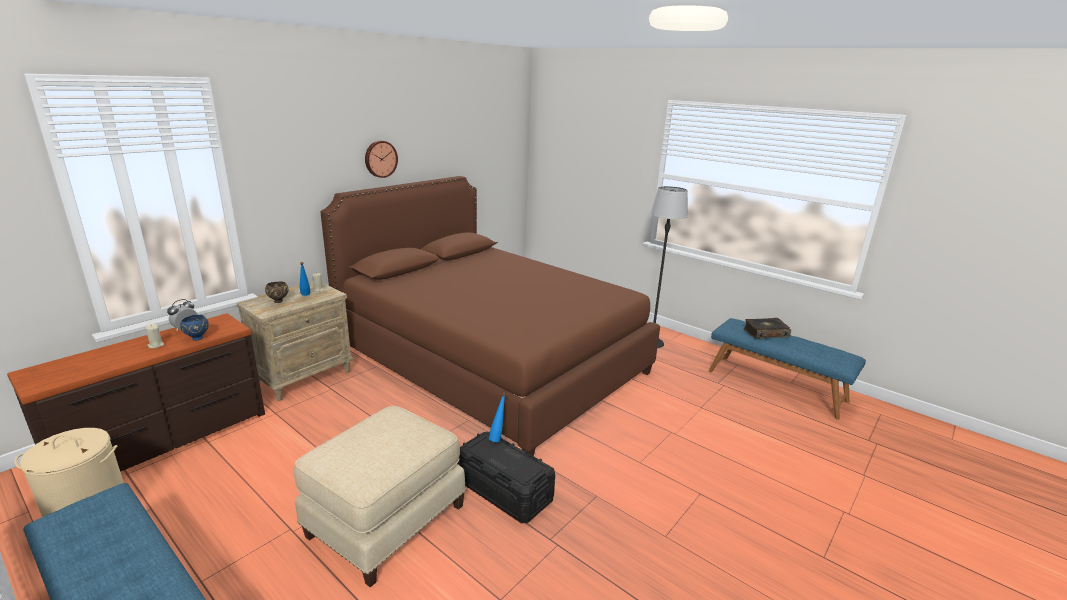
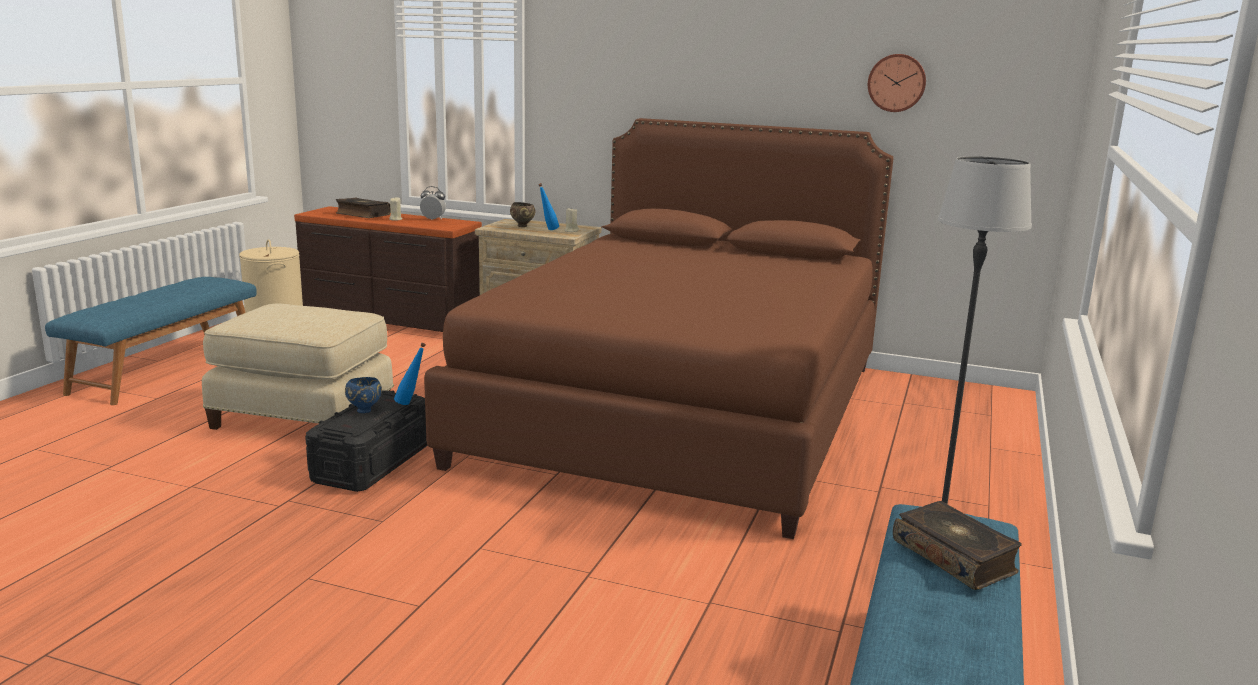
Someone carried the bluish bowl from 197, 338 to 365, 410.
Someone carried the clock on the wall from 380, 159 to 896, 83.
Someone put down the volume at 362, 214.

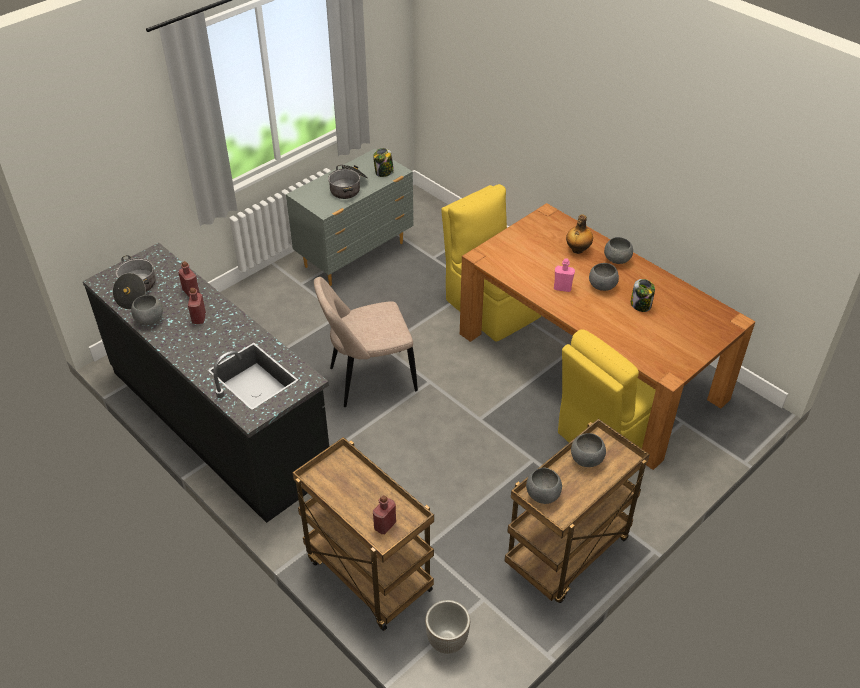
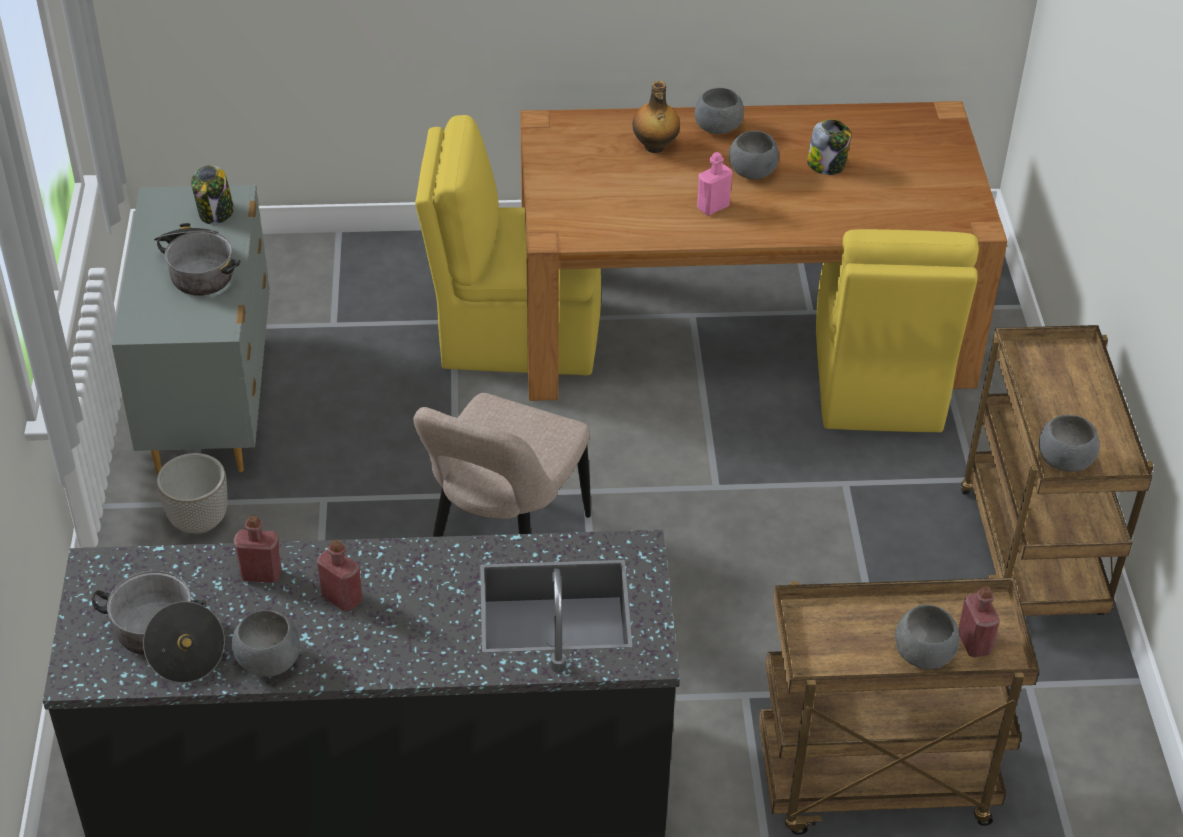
Someone carried the planter from 447, 641 to 199, 521.
Someone carried the greyish bowl from 586, 459 to 922, 655.

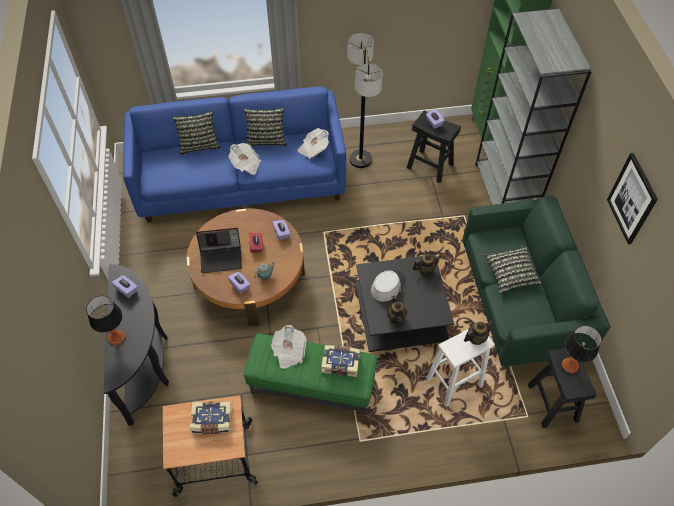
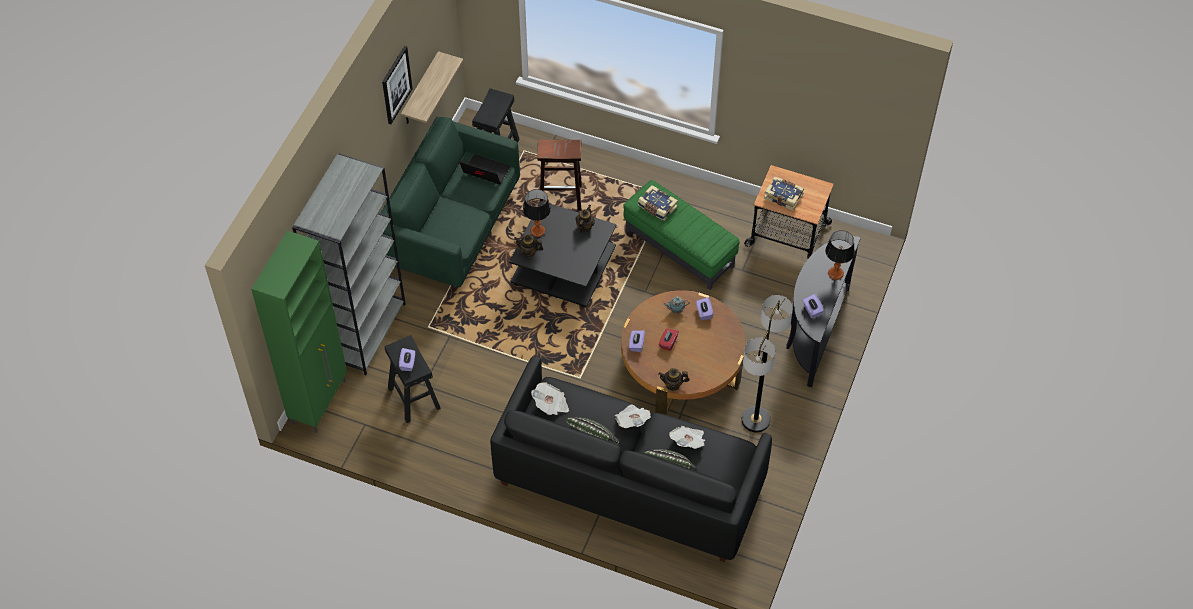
Someone repainted the bluish settee at 241, 181, which became the black settee at 629, 481.
Someone carried the laptop from 221, 257 to 484, 172.
Someone carried the daily paper from 289, 352 to 688, 442.
Someone carried the standard lamp from 360, 159 to 755, 420.
Someone took away the greyish clothing hat at 388, 286.
Someone repainted the white stool at 453, 382, which became the brown stool at 561, 197.
Someone carried the pot for tea from 475, 338 to 673, 385.
Someone took away the cushion at 510, 274.
Someone carried the tabletop lamp from 570, 365 to 537, 231.
Someone put up the shelf at 420, 90.

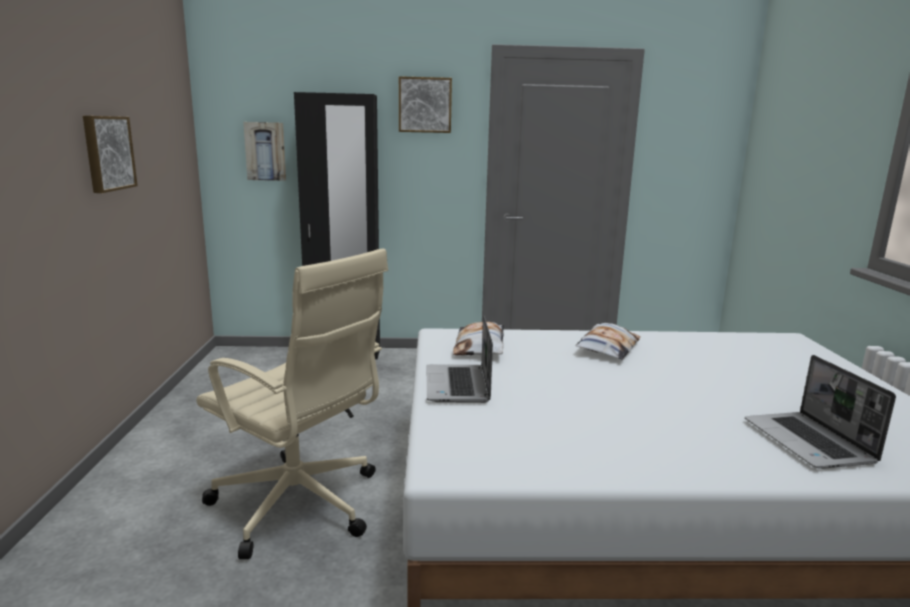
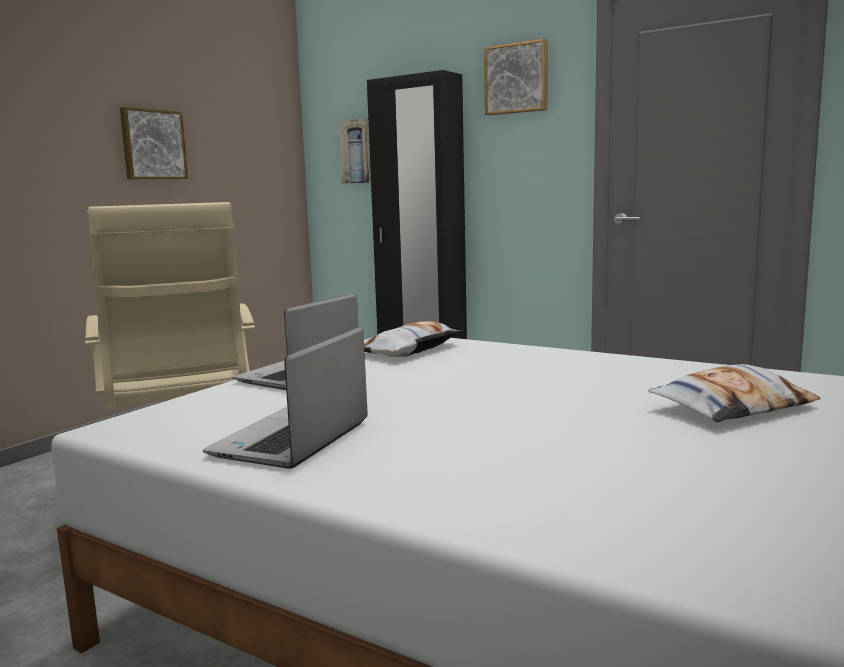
Someone carried the cushion from 607, 347 to 732, 407.
Someone carried the laptop from 809, 442 to 292, 440.

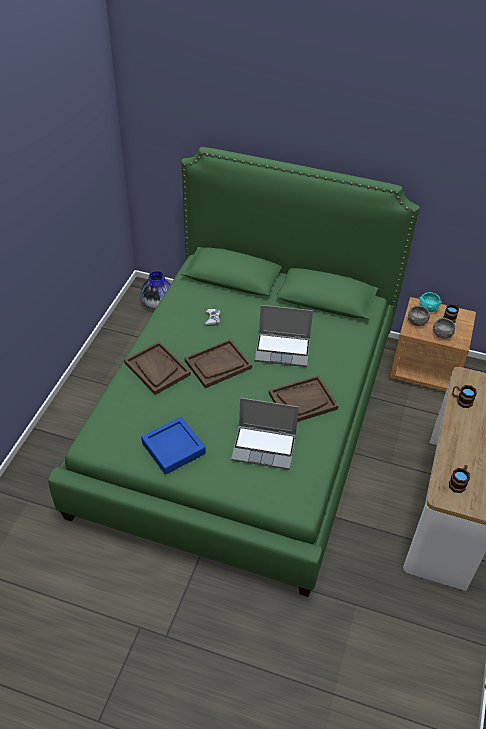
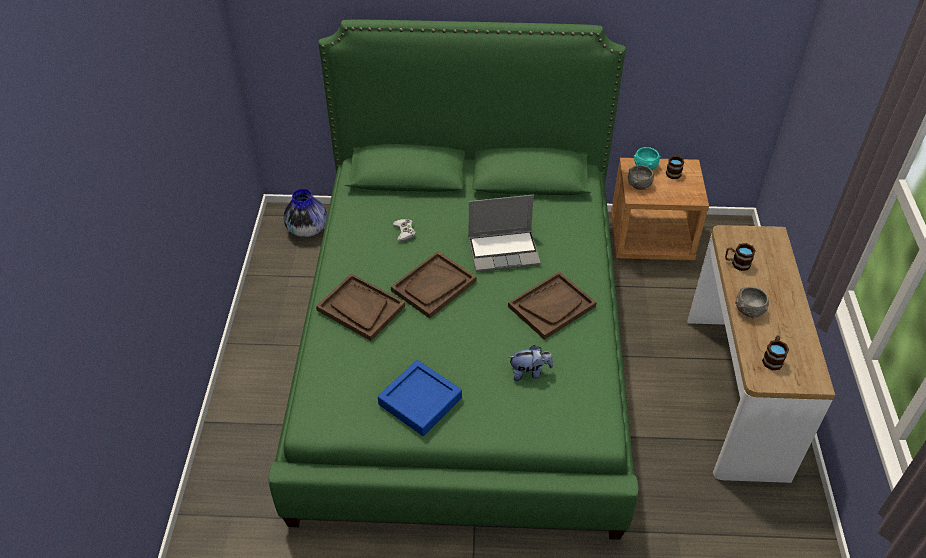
Someone swapped the laptop at 265, 447 for the cuddly toy at 529, 372.
Someone carried the greyish bowl from 442, 334 to 749, 310.

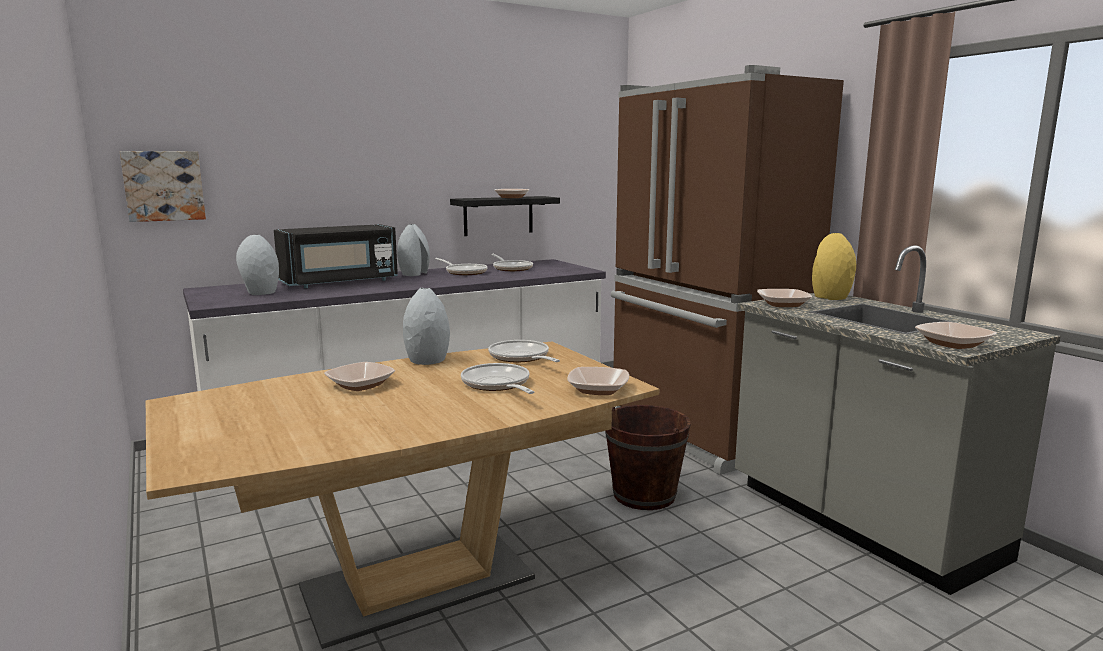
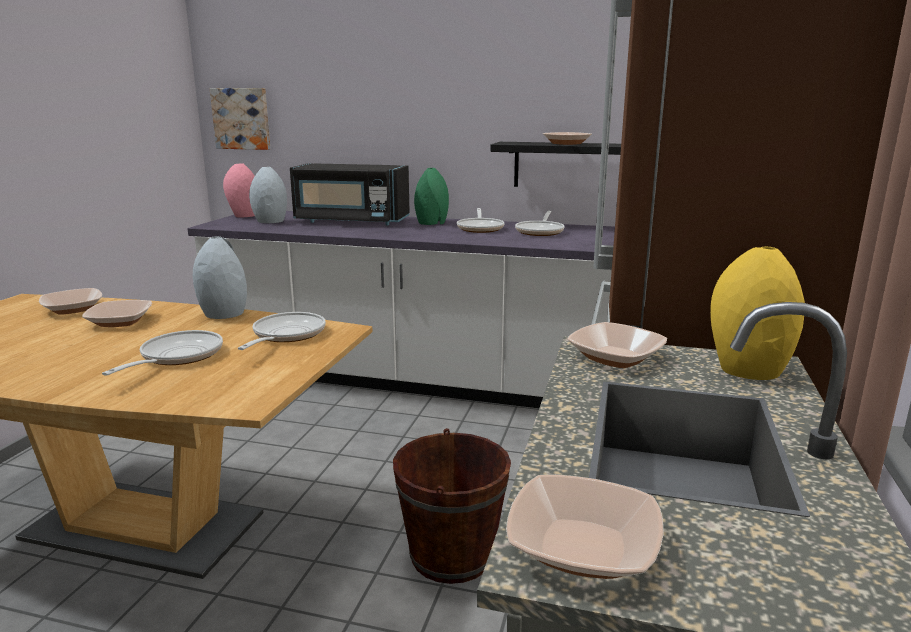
Someone repainted the greyish decorative vase at 415, 274, which became the green-coloured decorative vase at 432, 223.
Someone carried the bowl from 598, 389 to 73, 309.
Someone put down the pink decorative vase at 245, 216.

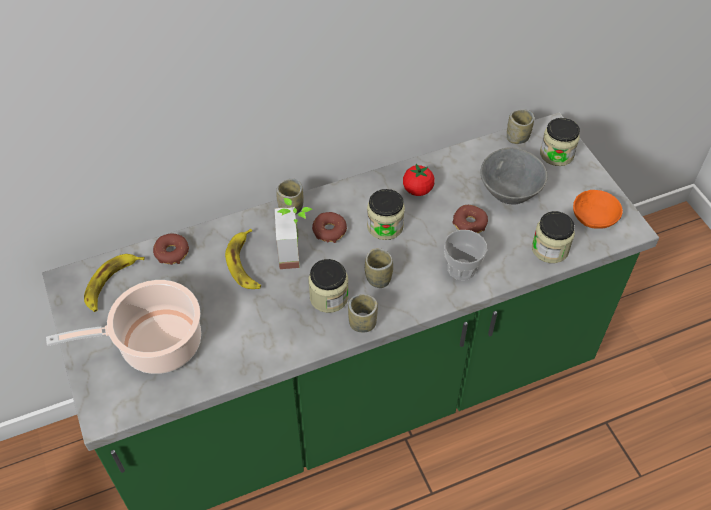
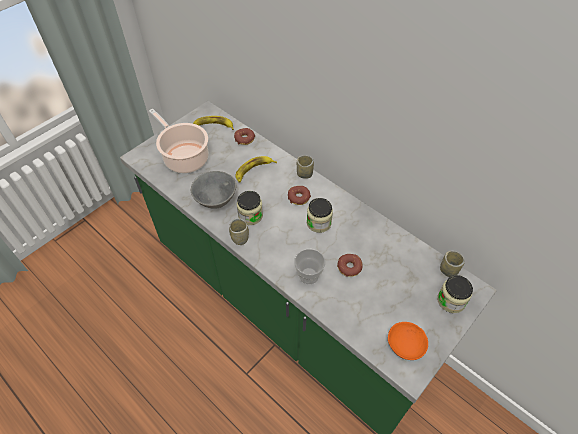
Someone took away the houseplant at 297, 252.
Someone took away the drinking cup at 378, 278.
Someone took away the whole tomato at 417, 190.
Someone carried the greyish bowl from 507, 193 to 215, 200.
Someone took away the storage jar at 550, 249.

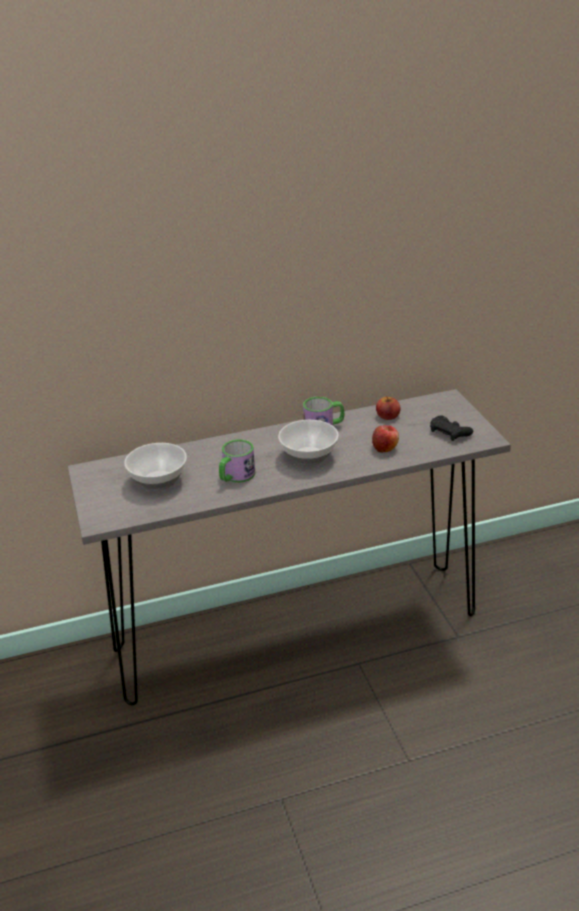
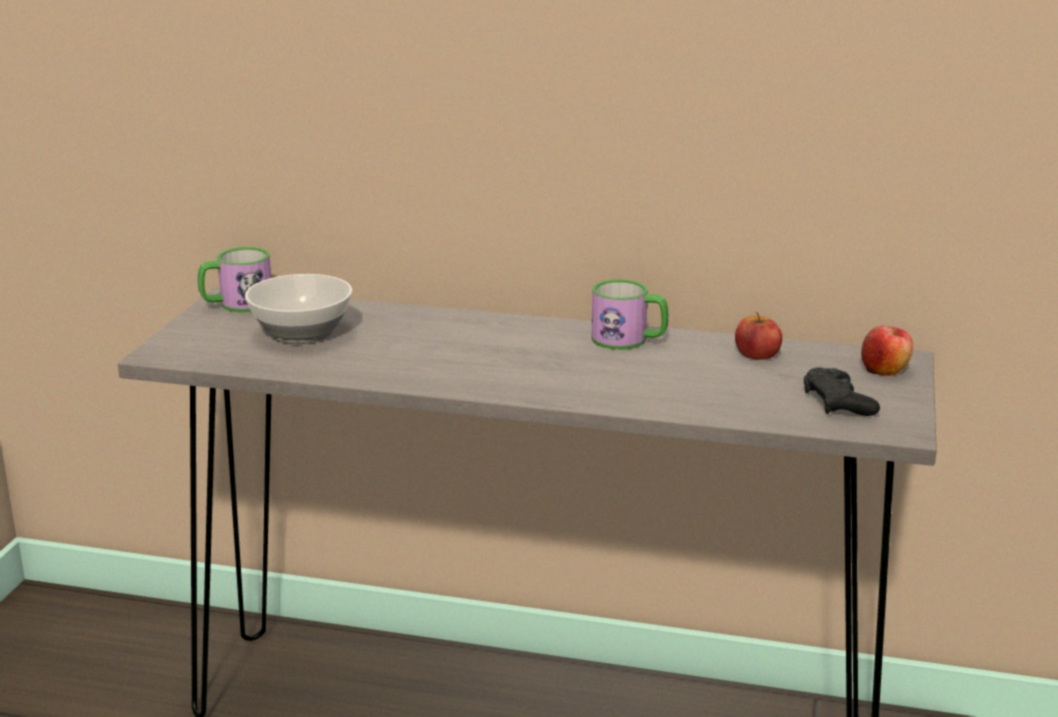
Someone carried the coffee mug from 235, 476 to 237, 304.
Someone took away the bowl at 307, 456.
Someone carried the apple from 385, 448 to 885, 370.

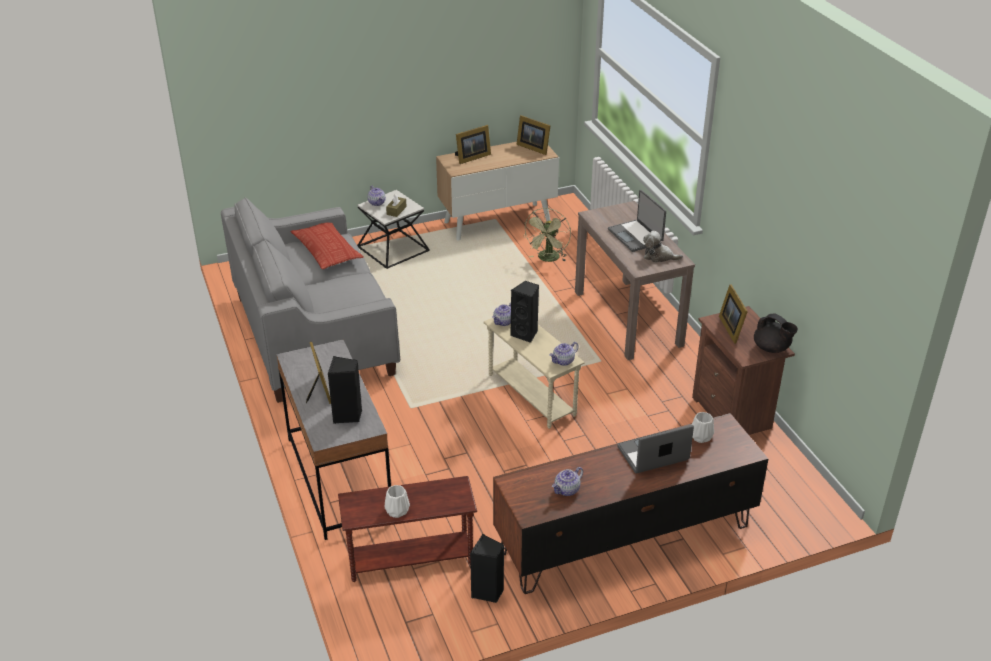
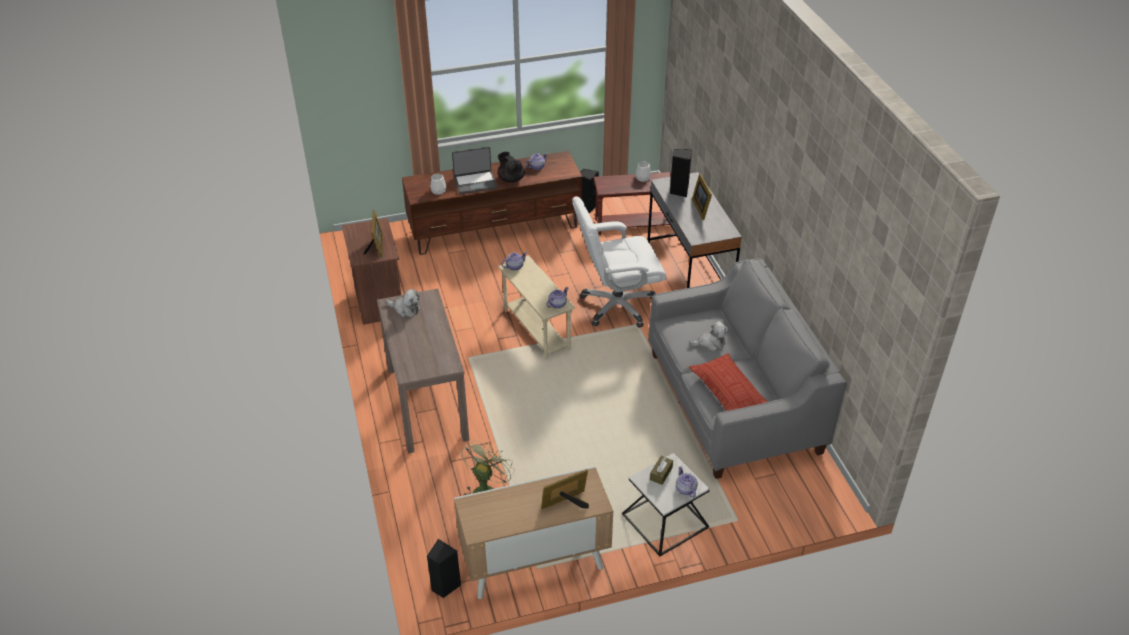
Someone carried the black speaker from 525, 334 to 444, 586.
Someone took away the picture frame at 533, 147.
Someone took away the laptop at 636, 236.
Someone carried the black pot for tea from 772, 348 to 511, 179.
Someone put down the white office chair at 617, 306.
Someone put down the cuddly toy at 710, 343.

